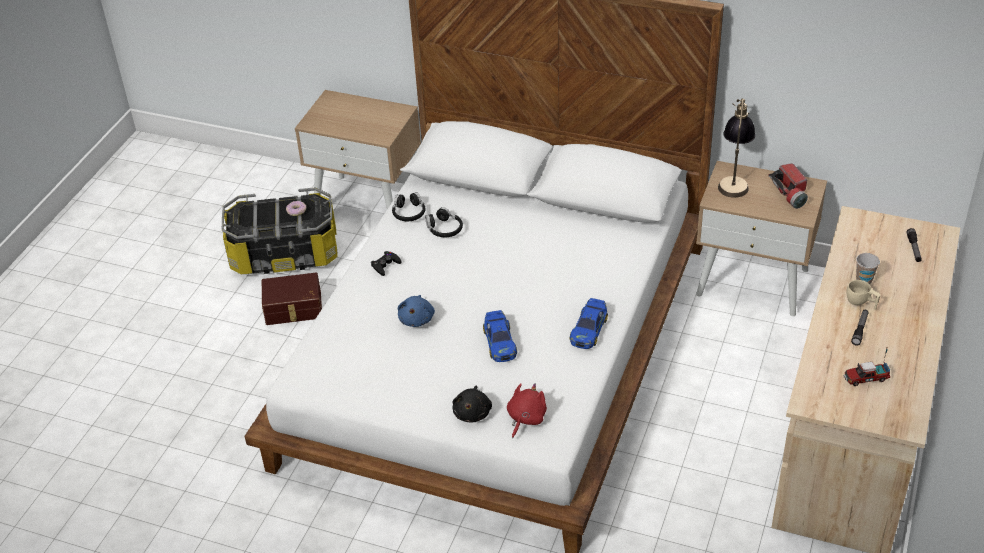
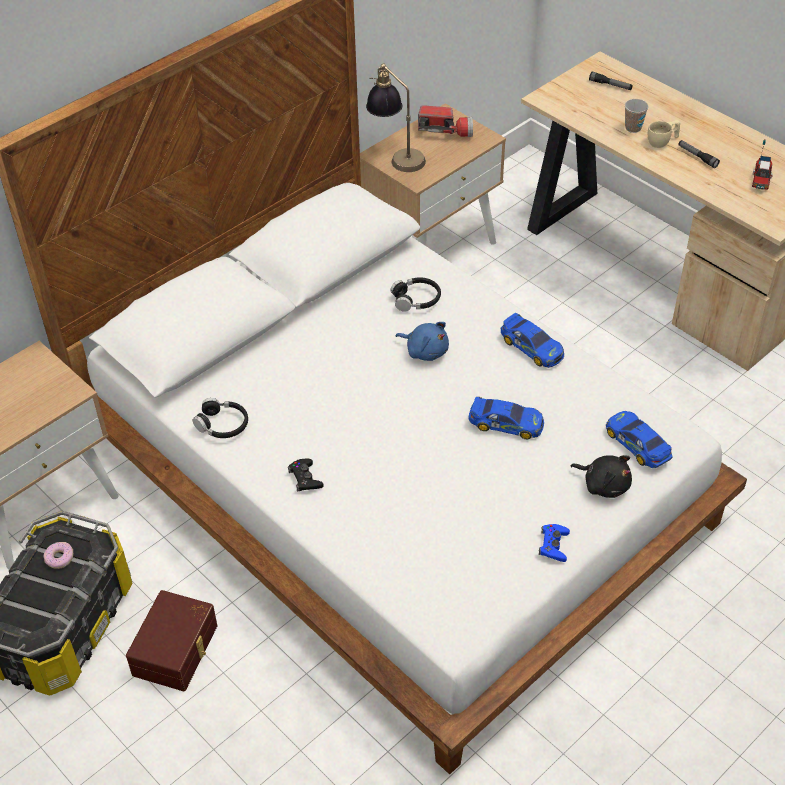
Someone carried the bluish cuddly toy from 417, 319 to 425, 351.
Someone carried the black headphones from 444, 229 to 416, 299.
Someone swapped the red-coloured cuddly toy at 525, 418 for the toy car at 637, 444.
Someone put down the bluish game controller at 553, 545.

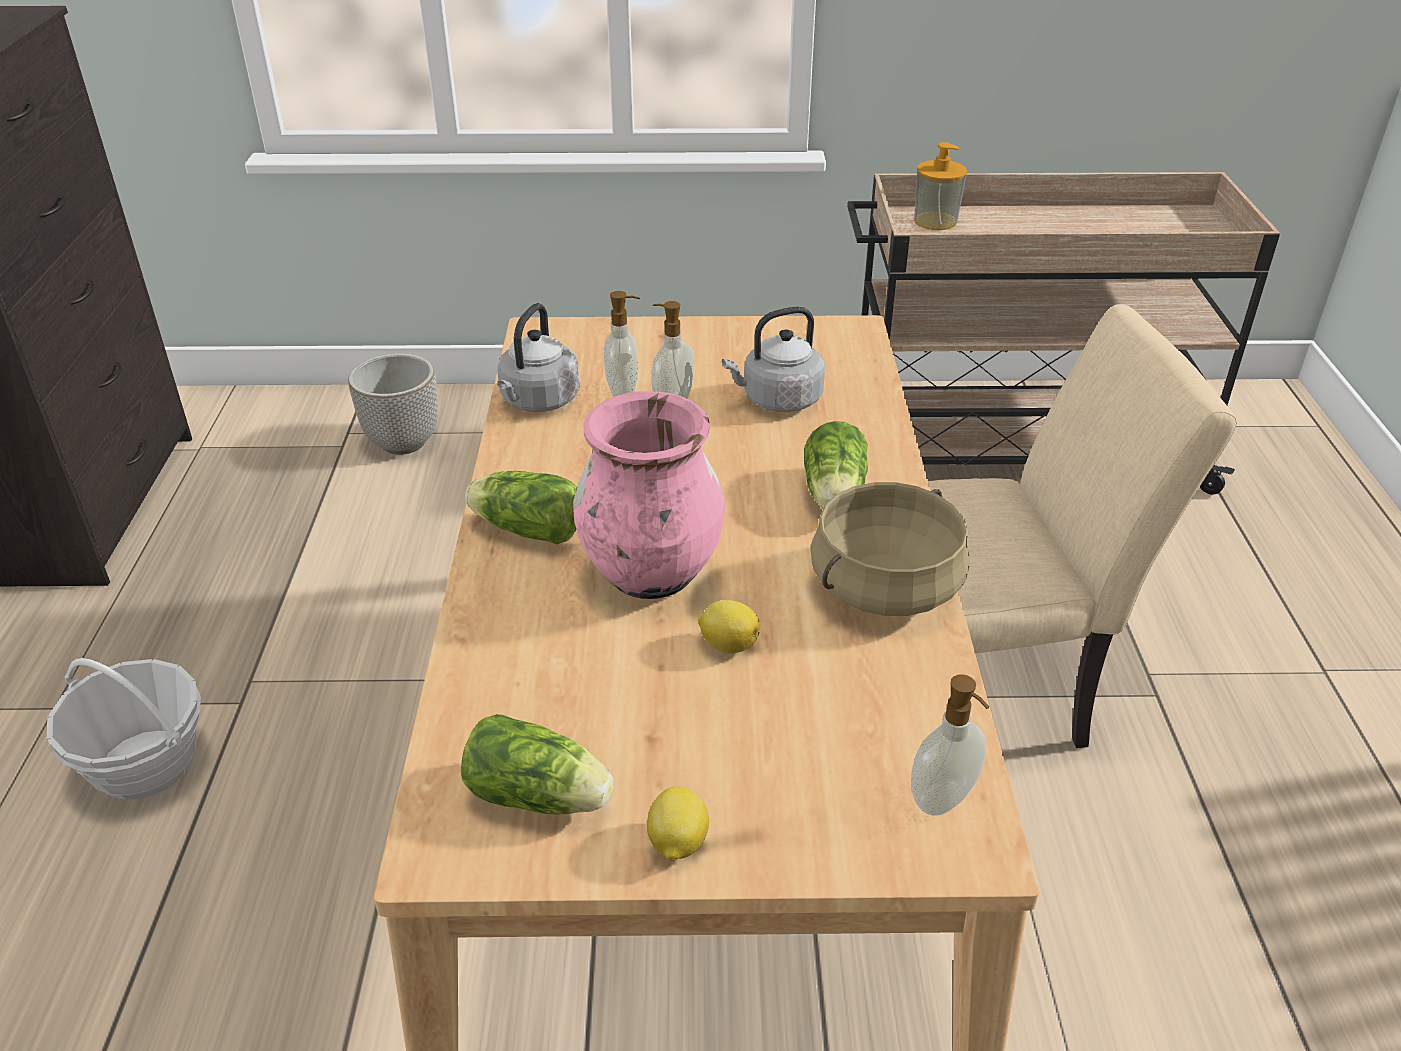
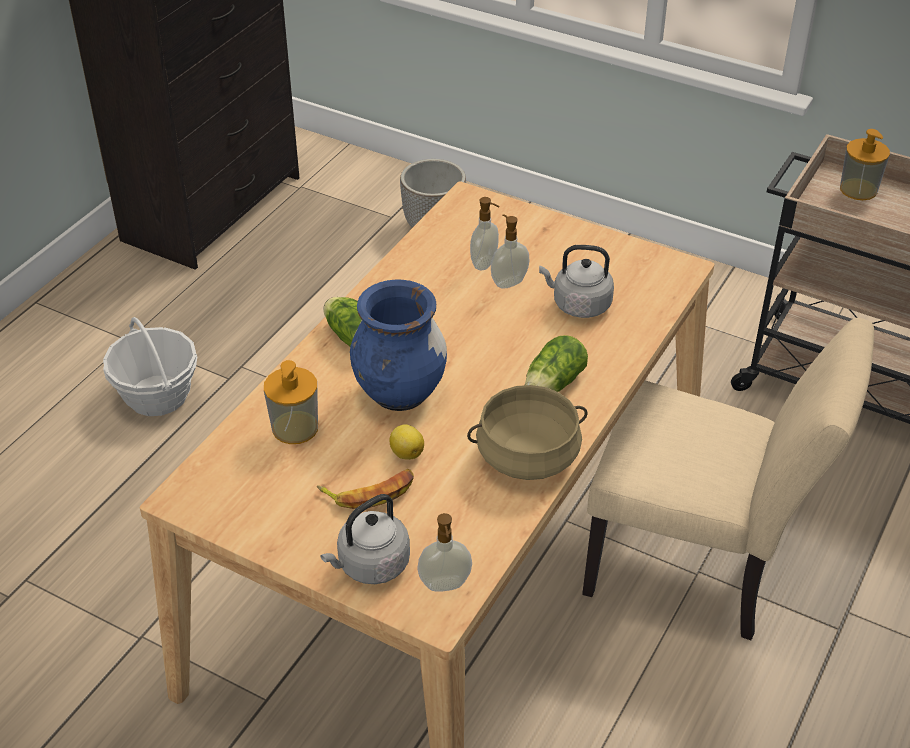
Someone took away the lettuce head at 542, 797.
Someone carried the greyish tea kettle from 538, 402 to 370, 565.
Someone repainted the pink decorative vase at 651, 574, which became the bluish decorative vase at 400, 393.
Someone took away the lemon at 677, 844.
Someone put down the soap dispenser at 295, 427.
Someone put down the banana fruit at 370, 492.

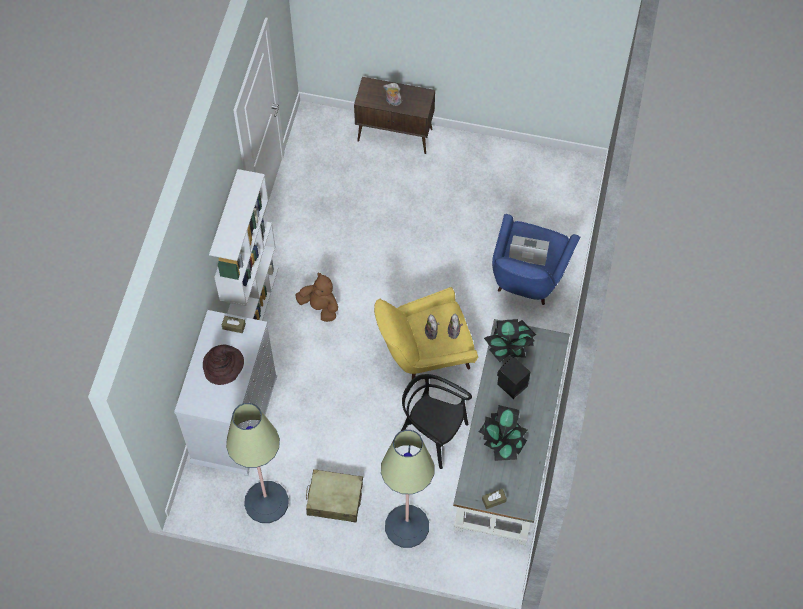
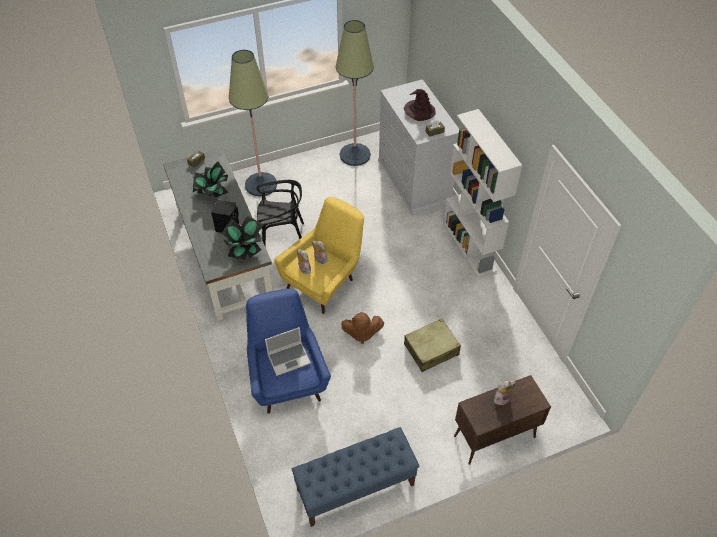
Someone carried the brown cuddly toy from 320, 307 to 361, 333.
Someone carried the beige-coloured travel case from 334, 499 to 431, 350.
Someone put down the bluish bench at 355, 487.

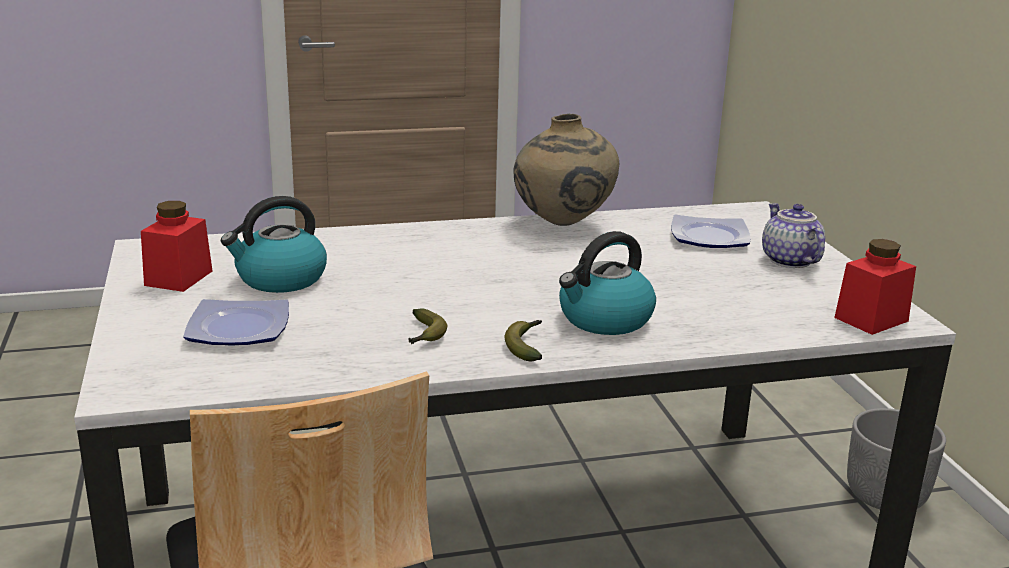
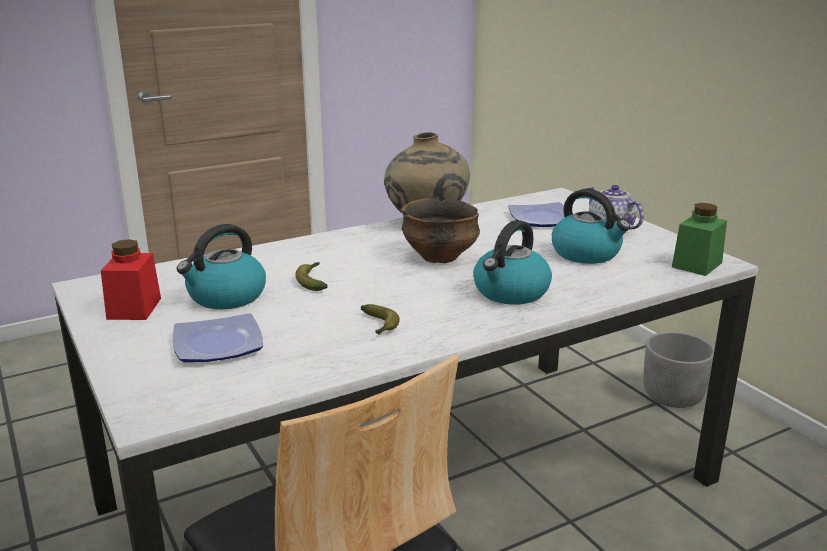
Someone carried the banana fruit from 527, 346 to 312, 281.
Someone repainted the red-coloured storage jar at 871, 319, which became the green-coloured storage jar at 697, 265.
Someone put down the bowl at 440, 256.
Someone put down the tea kettle at 587, 254.

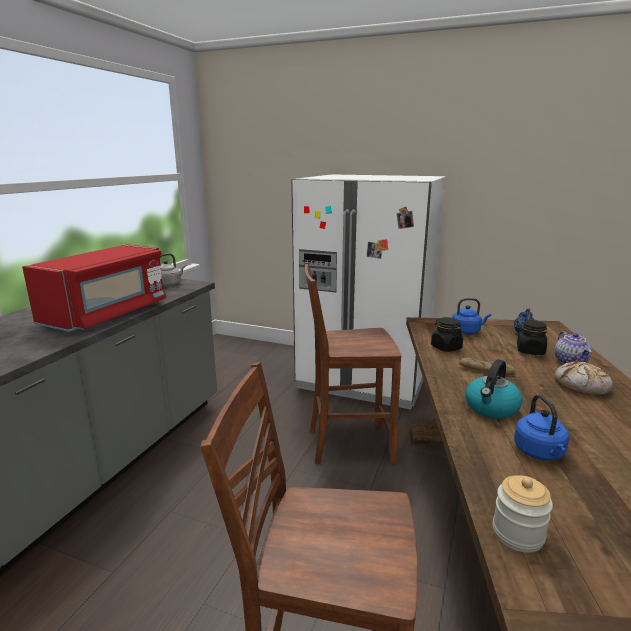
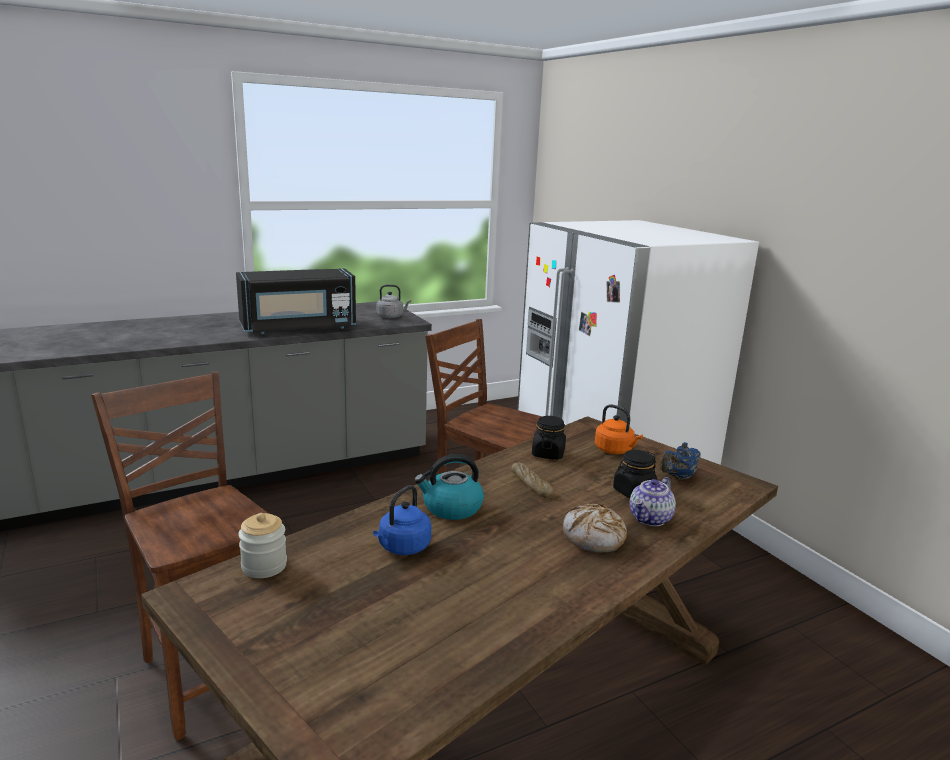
Someone repainted the red-coloured kitchen microwave at 108, 314, which became the black kitchen microwave at 298, 328.
Someone repainted the bluish tea kettle at 467, 331, which became the orange tea kettle at 615, 450.

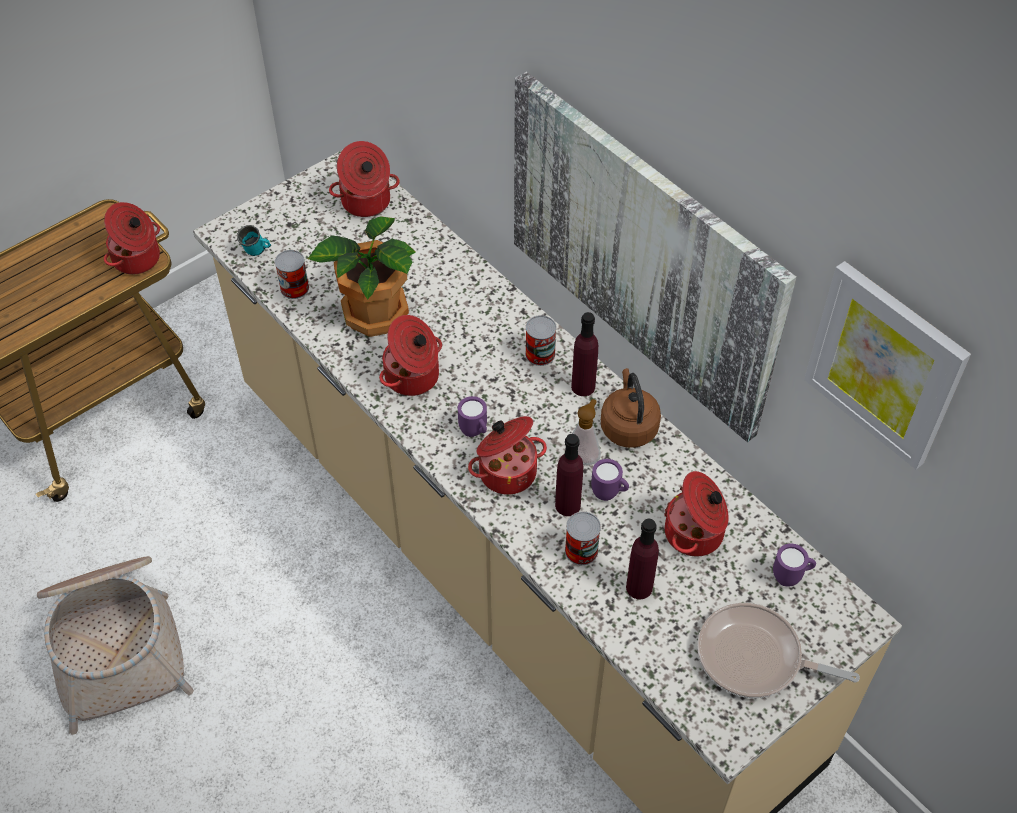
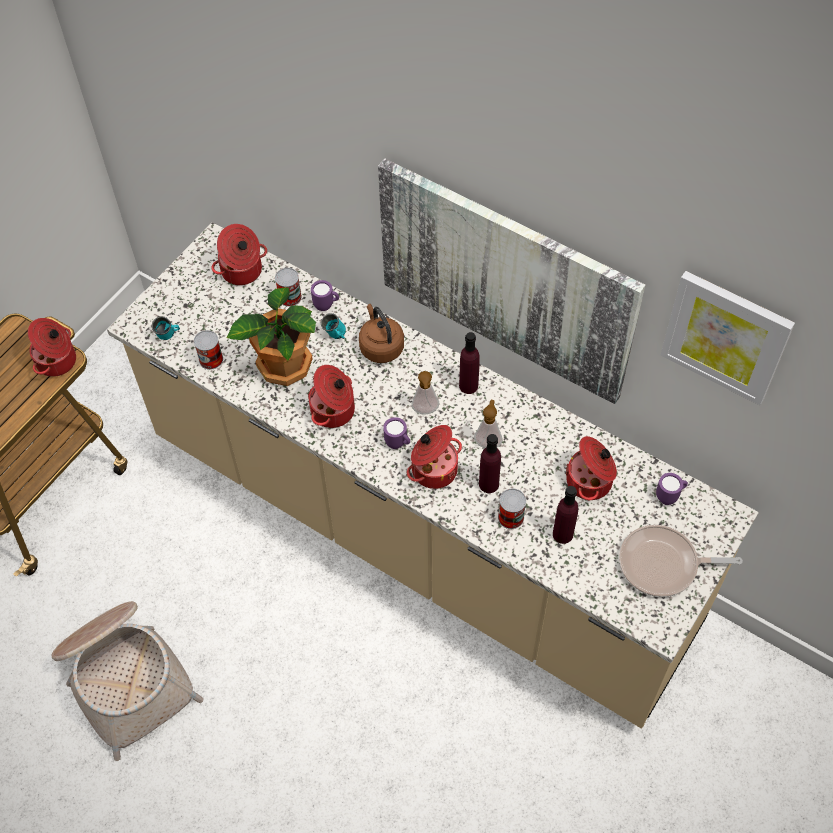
Someone carried the metal can from 540, 354 to 290, 297.
Someone carried the purplish coffee mug from 609, 494 to 326, 306.
Someone carried the brown tea kettle from 628, 426 to 380, 346.
Someone put down the blue-green coffee mug at 336, 336.
Someone put down the soap dispenser at 425, 411.

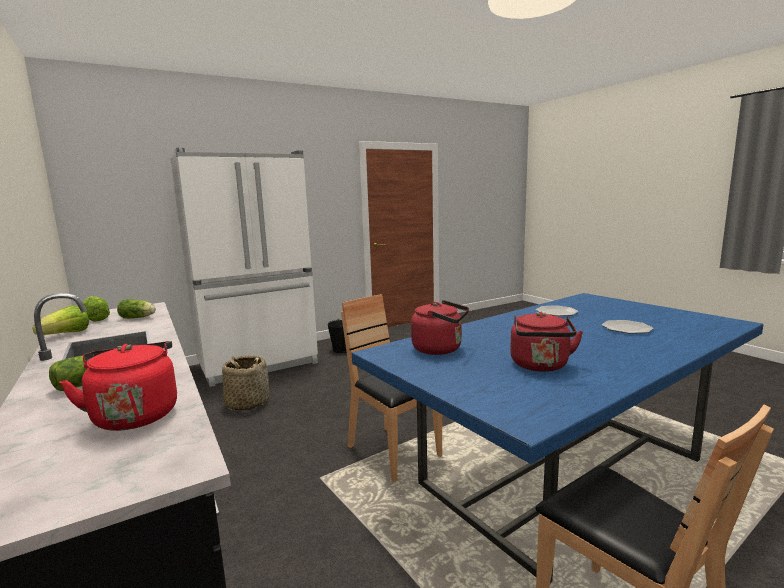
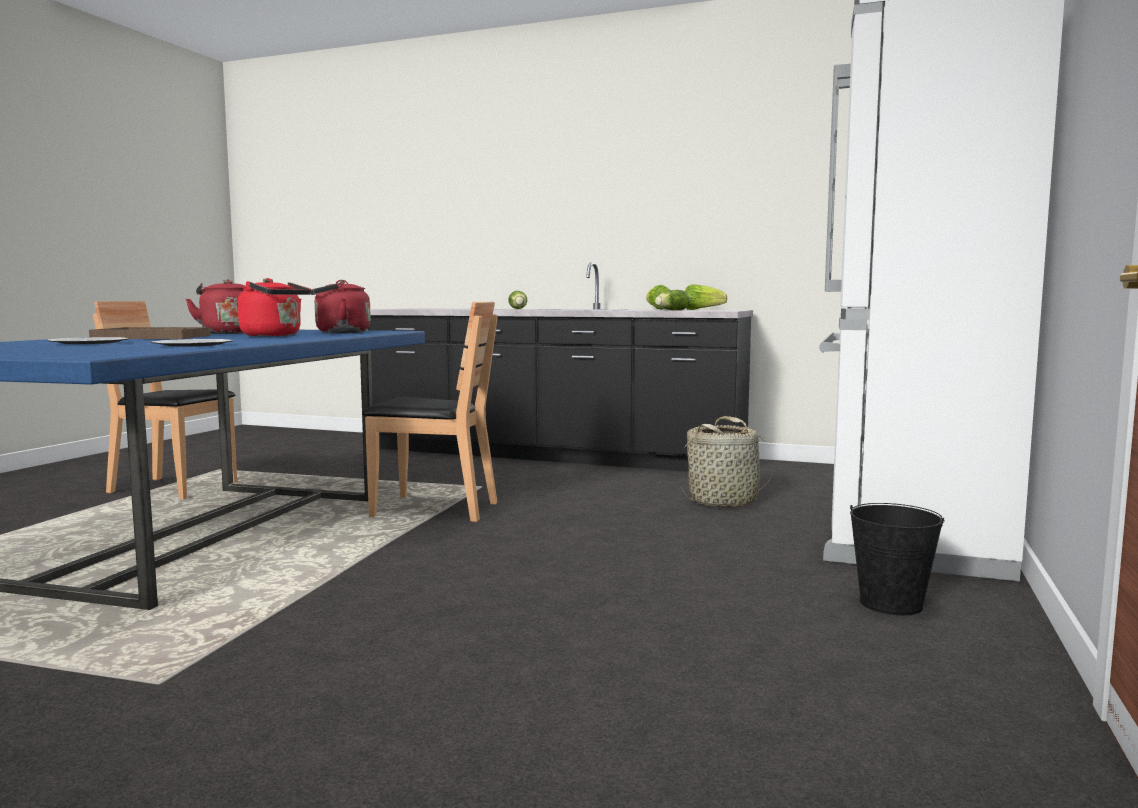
Someone carried the red-coloured tea kettle from 136, 414 to 274, 335.
Someone put down the brown carrying tray at 152, 337.

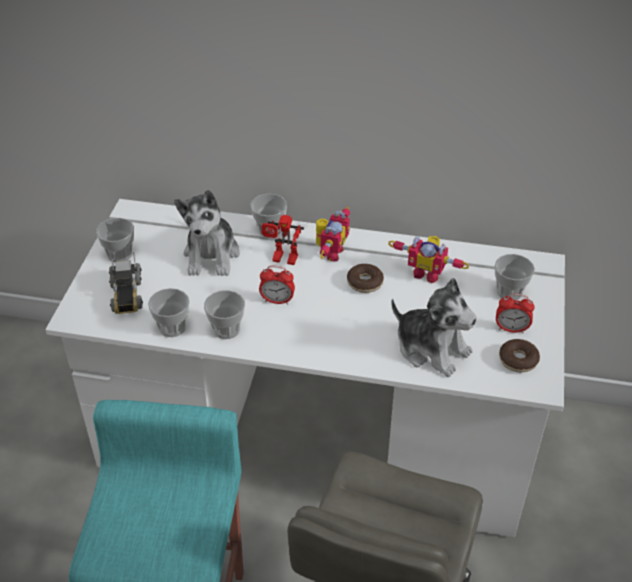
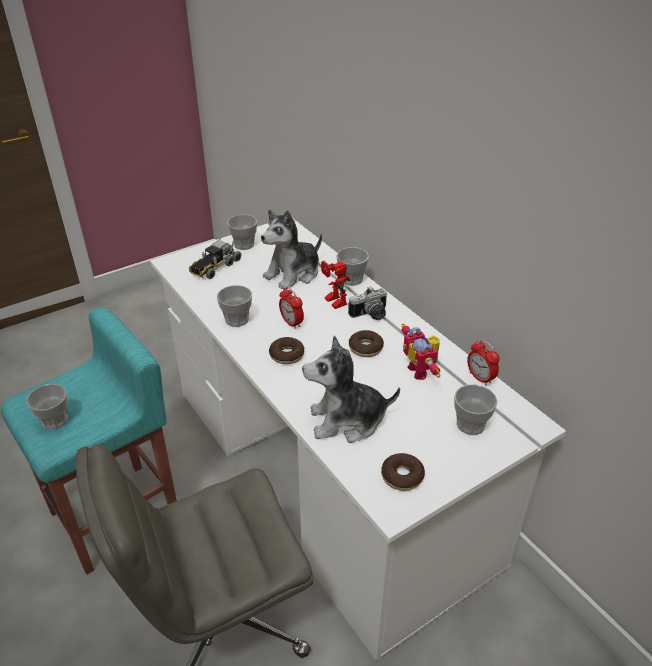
Someone carried the drinking cup from 172, 327 to 55, 420.
Someone swapped the robot figure at 330, 252 for the photo camera at 371, 315.
Someone rotated the cuddly toy at 431, 349 by 90 degrees clockwise.
Someone carried the table clock from 511, 329 to 480, 378.
Someone put down the doughnut at 287, 355.

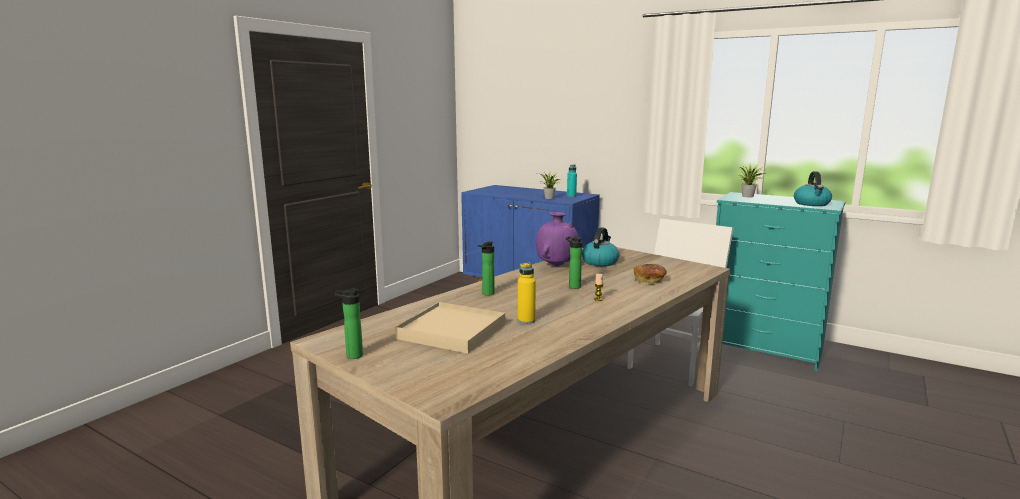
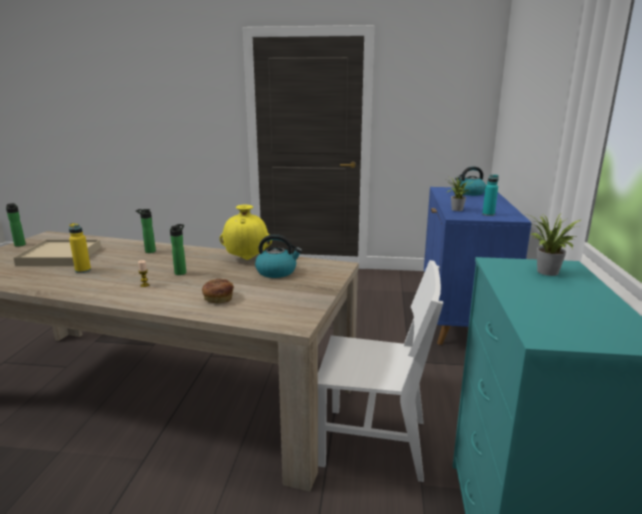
Someone repainted the purplish decorative vase at 556, 266, which became the yellowish decorative vase at 247, 259.
Someone carried the tea kettle from 812, 204 to 470, 193.

